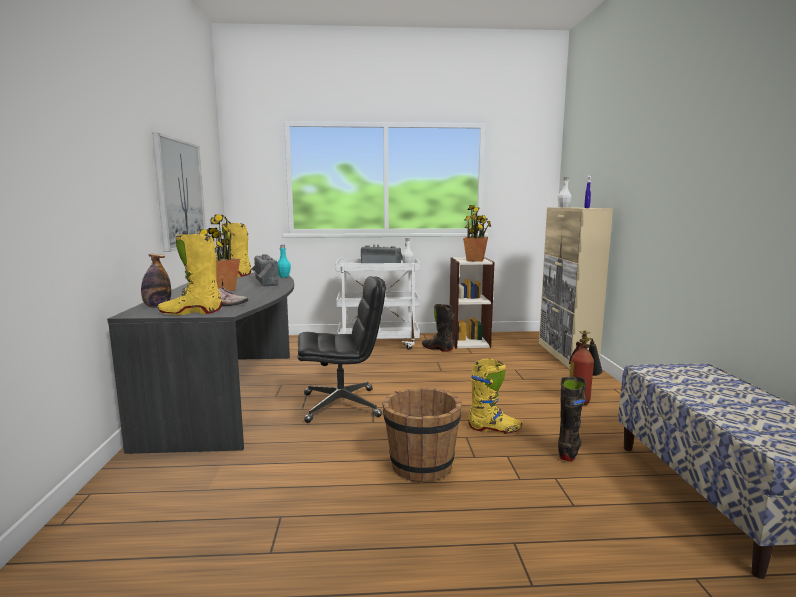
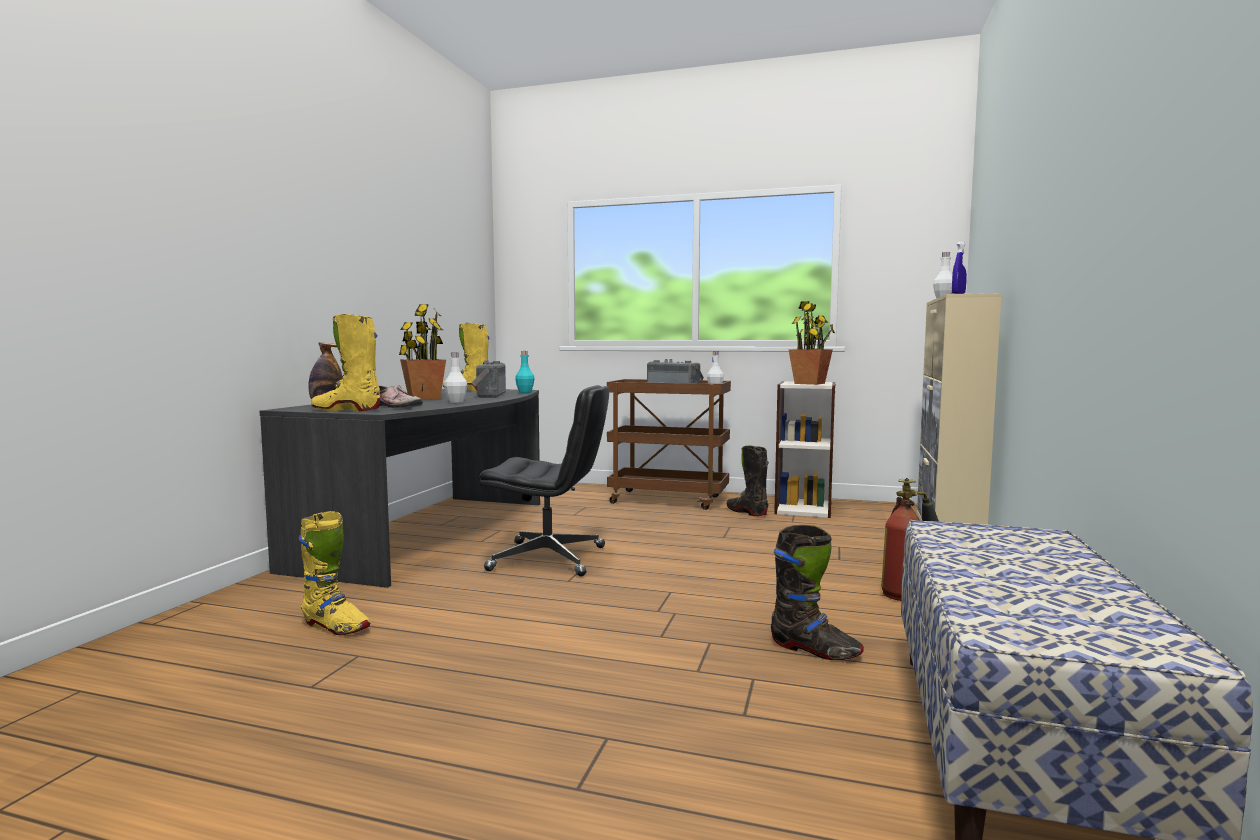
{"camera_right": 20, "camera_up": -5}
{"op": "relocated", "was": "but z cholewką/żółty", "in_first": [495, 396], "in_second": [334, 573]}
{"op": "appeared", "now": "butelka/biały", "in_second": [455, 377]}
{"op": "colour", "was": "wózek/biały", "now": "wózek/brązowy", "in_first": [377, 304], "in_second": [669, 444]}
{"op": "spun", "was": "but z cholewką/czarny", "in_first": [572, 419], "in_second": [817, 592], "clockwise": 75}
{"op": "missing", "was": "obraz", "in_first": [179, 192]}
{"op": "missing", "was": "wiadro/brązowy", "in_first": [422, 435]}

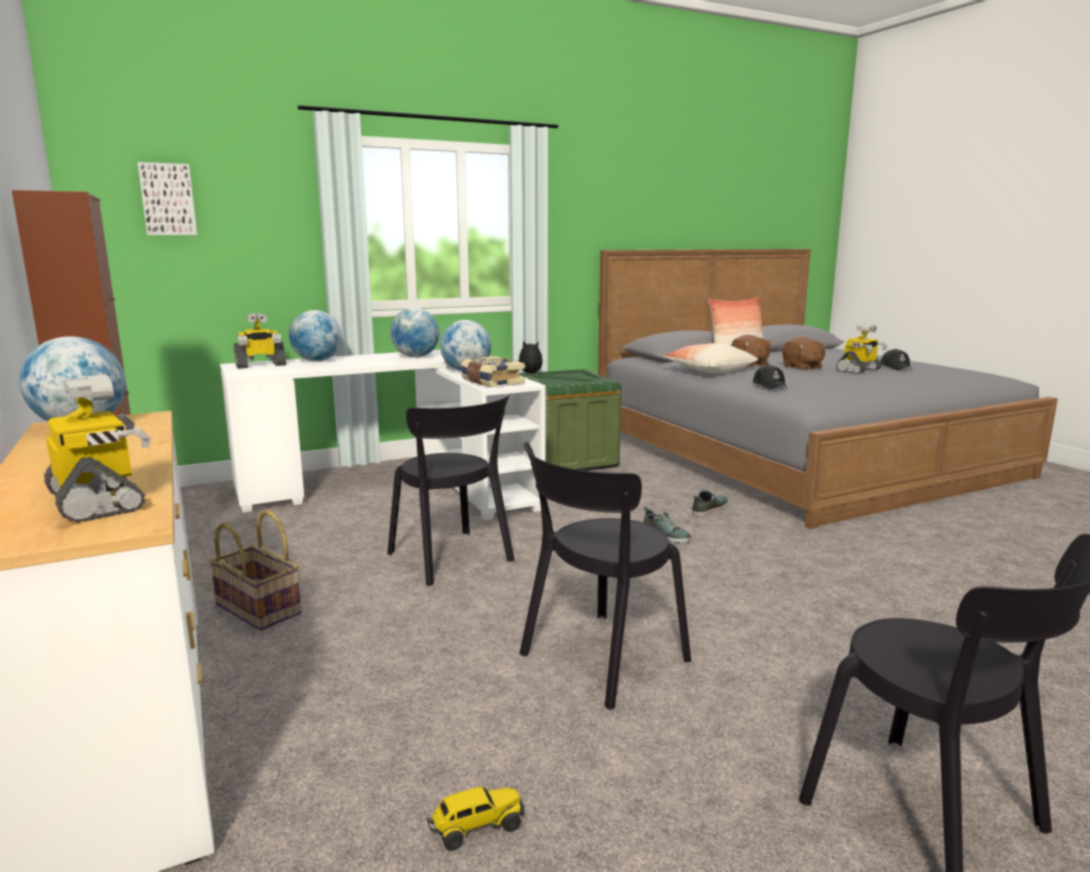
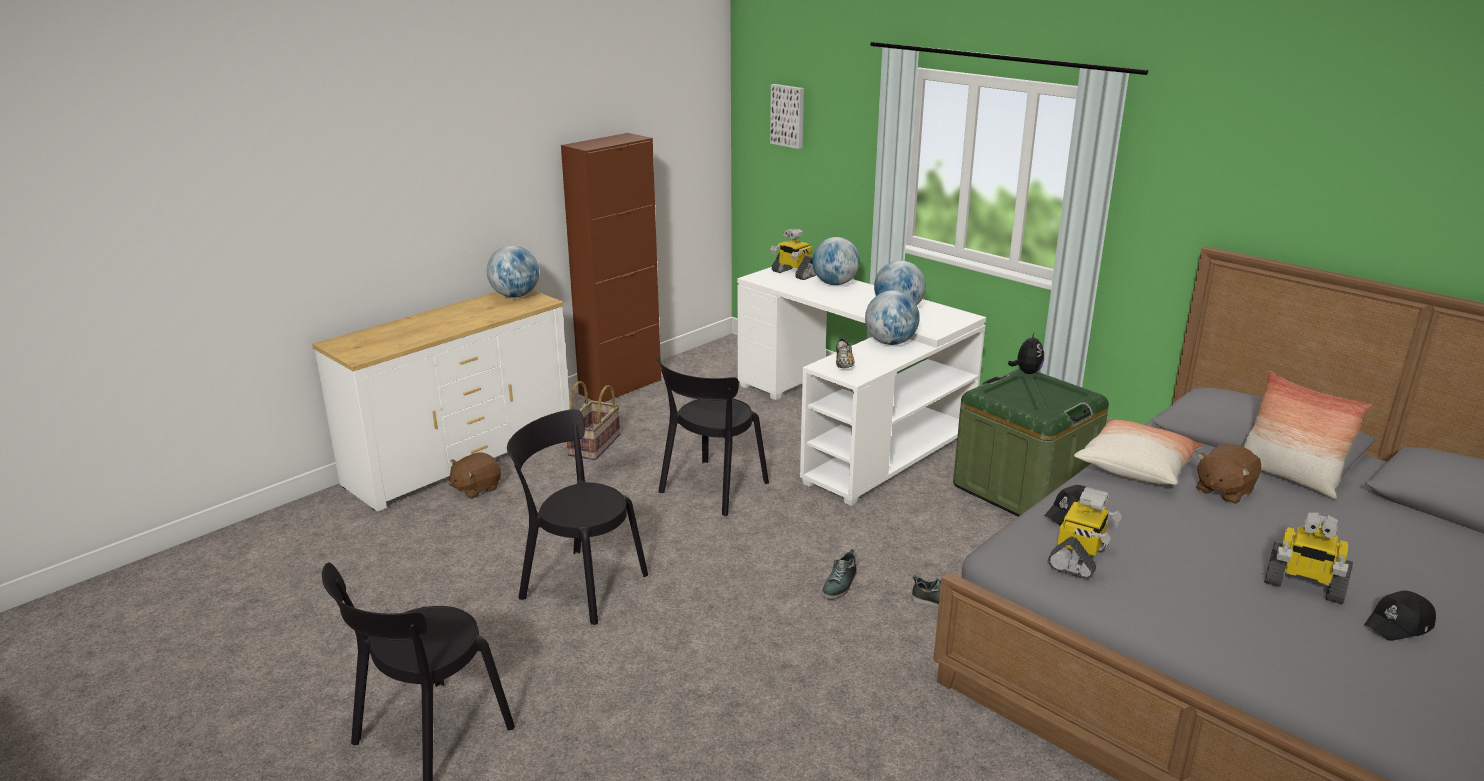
{"camera_right": 70, "camera_up": 10}
{"op": "relocated", "was": "pluszak/brązowy", "in_first": [804, 354], "in_second": [475, 476]}
{"op": "exchanged", "was": "książka", "now": "but", "in_first": [493, 371], "in_second": [845, 352]}
{"op": "relocated", "was": "robot zabawkowy", "in_first": [97, 448], "in_second": [1085, 533]}
{"op": "missing", "was": "ciężarówka zabawkowa", "in_first": [476, 818]}

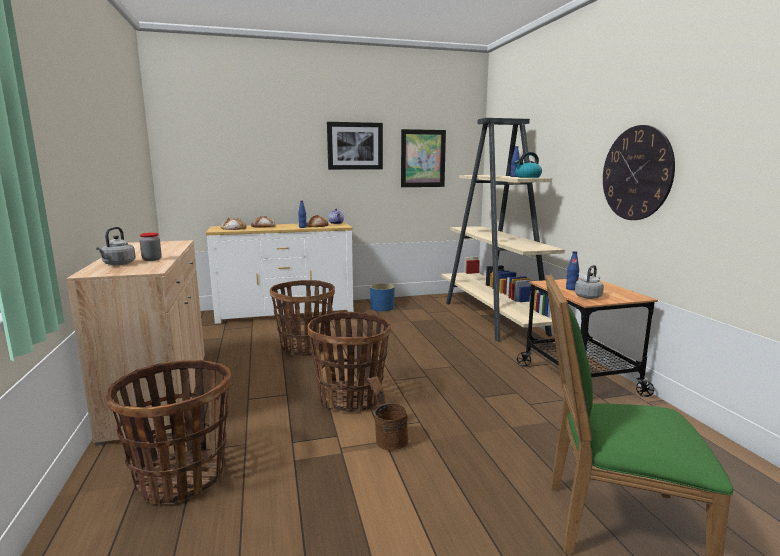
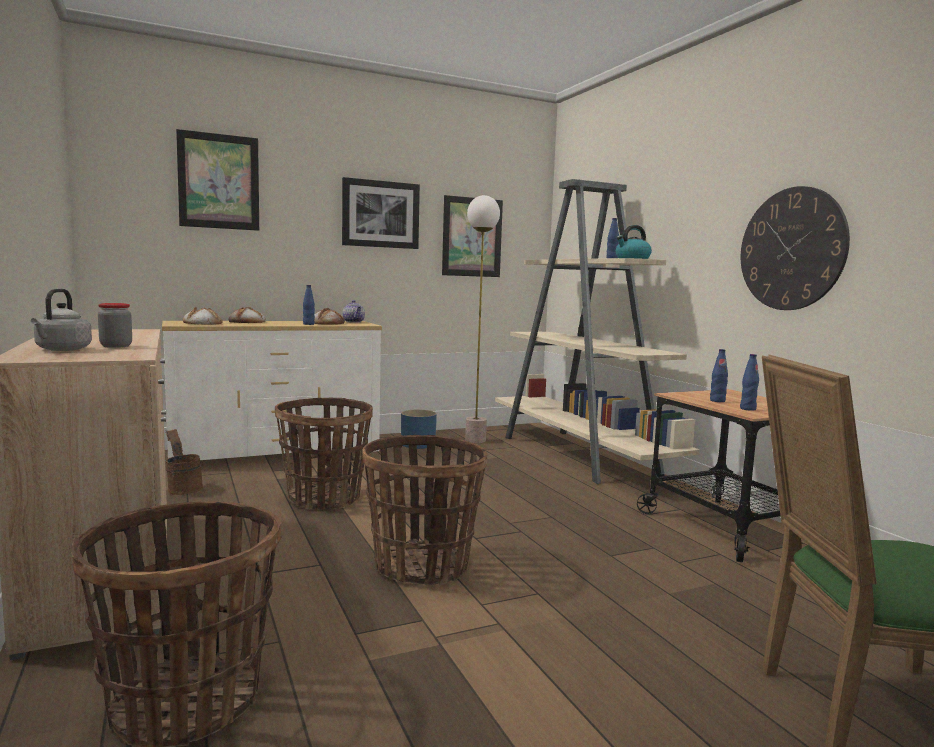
{"camera_right": -10, "camera_up": -5}
{"op": "relocated", "was": "wiadro/brązowy", "in_first": [387, 413], "in_second": [184, 462]}
{"op": "appeared", "now": "obraz", "in_second": [217, 180]}
{"op": "appeared", "now": "lampa stojąca", "in_second": [482, 319]}
{"op": "exchanged", "was": "czajnik/szary", "now": "butelka/niebieski", "in_first": [589, 282], "in_second": [749, 382]}

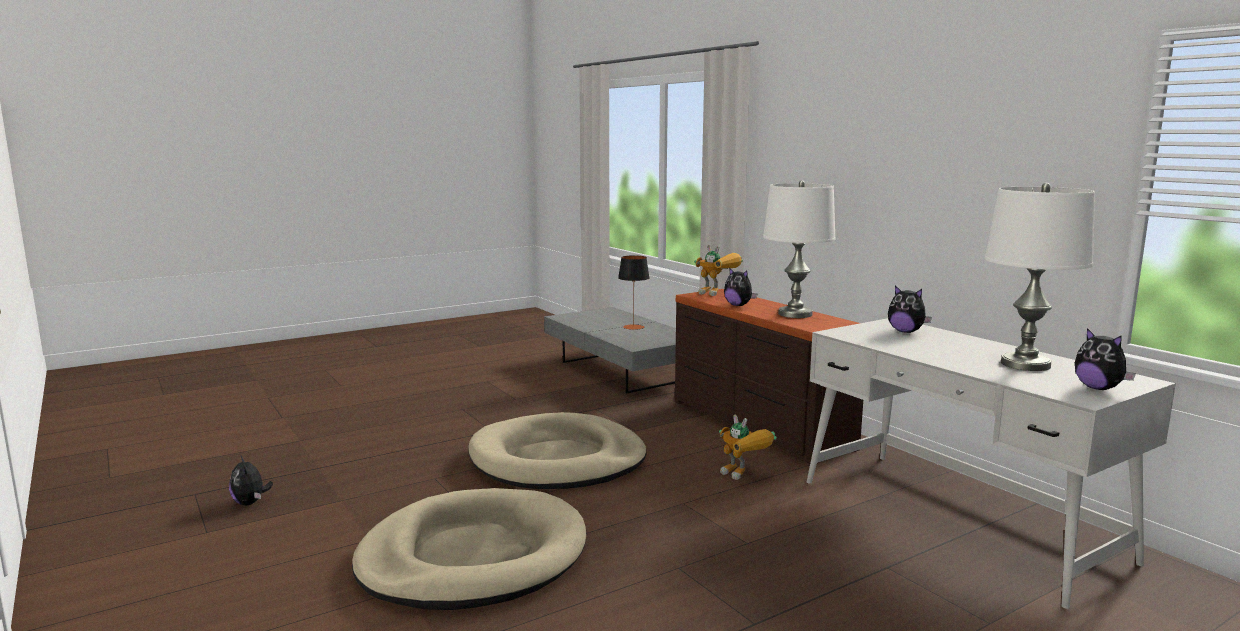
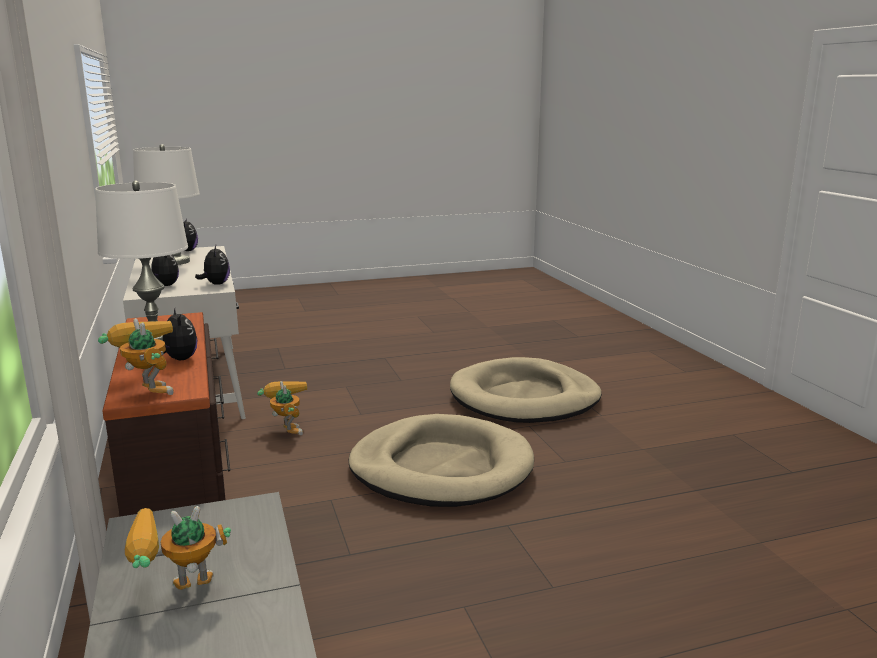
{"camera_right": -165, "camera_up": 5}
{"op": "exchanged", "was": "lampa stołowa", "now": "robot zabawkowy", "in_first": [633, 292], "in_second": [178, 548]}
{"op": "relocated", "was": "pluszak", "in_first": [251, 480], "in_second": [212, 265]}

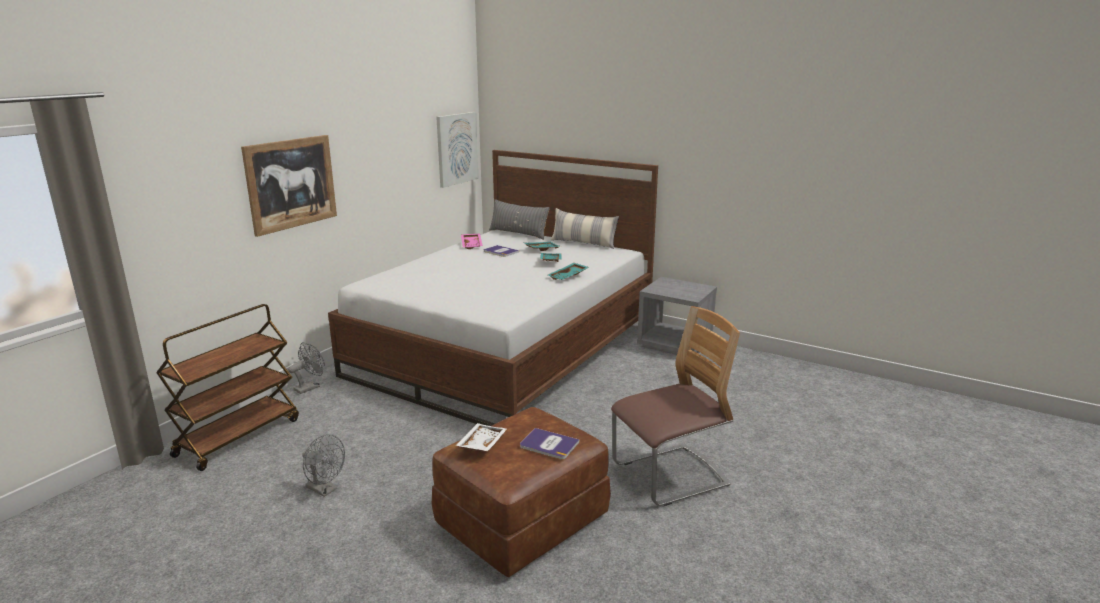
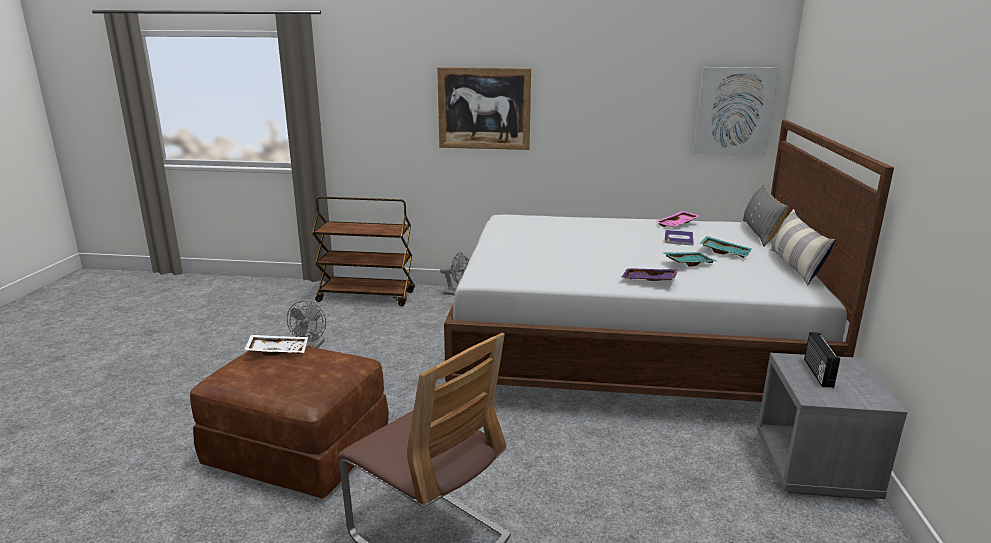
{"camera_right": 65, "camera_up": 0}
{"op": "colour", "was": "taca/turkusowy", "now": "taca/fioletowy", "in_first": [568, 271], "in_second": [650, 274]}
{"op": "appeared", "now": "radio", "in_second": [822, 360]}
{"op": "missing", "was": "książka", "in_first": [549, 443]}

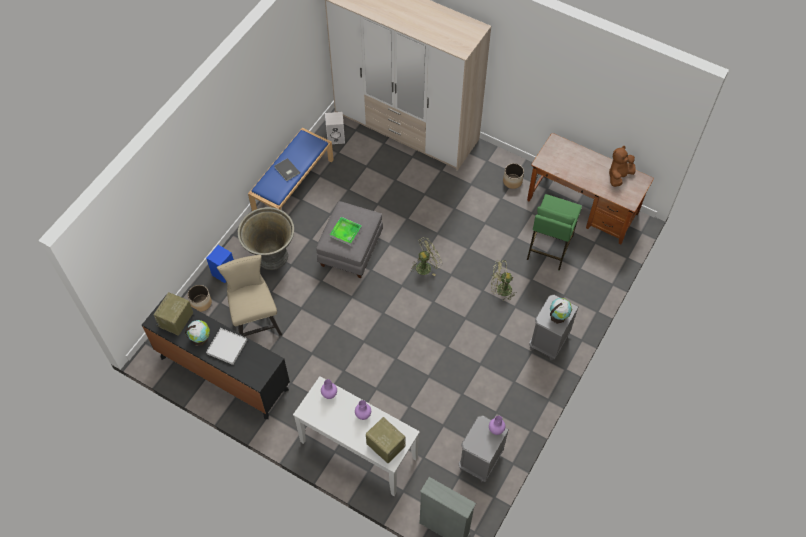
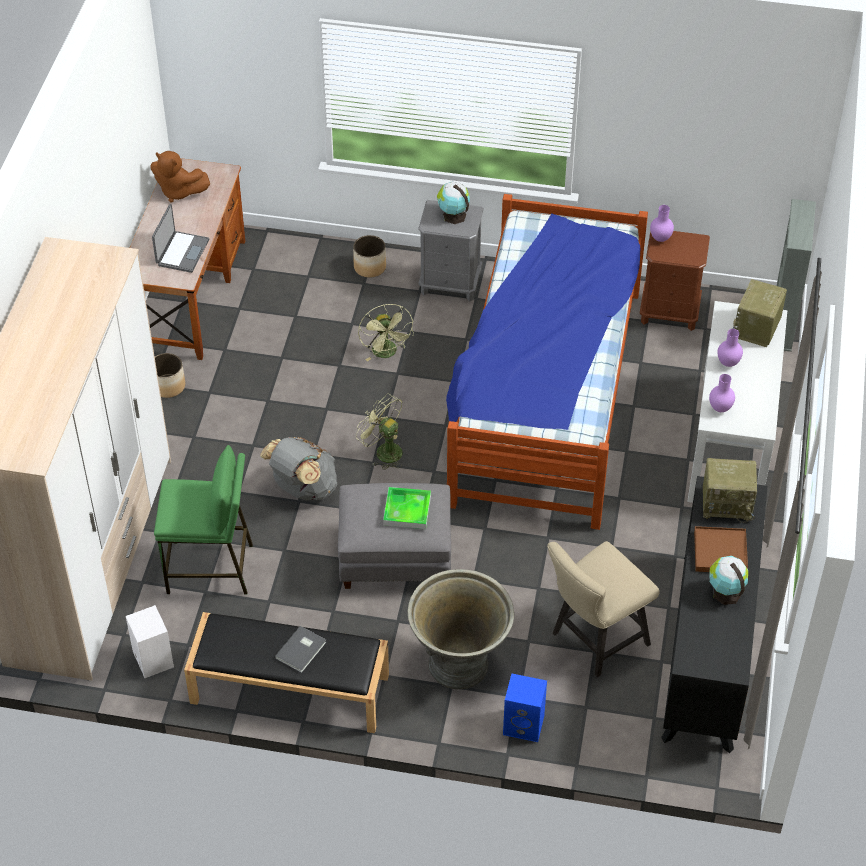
{"camera_right": -110, "camera_up": -10}
{"op": "appeared", "now": "laptop", "in_second": [180, 238]}
{"op": "relocated", "was": "stołek/zielony", "in_first": [554, 232], "in_second": [203, 519]}
{"op": "colour", "was": "ławka/niebieski", "now": "ławka/czarny", "in_first": [291, 169], "in_second": [286, 672]}
{"op": "appeared", "now": "plecak/szary", "in_second": [299, 468]}
{"op": "relocated", "was": "donica", "in_first": [200, 298], "in_second": [369, 256]}
{"op": "appeared", "now": "łóżko", "in_second": [547, 362]}
{"op": "colour", "was": "szafka nocna/szary", "now": "szafka nocna/brązowy", "in_first": [484, 448], "in_second": [675, 281]}
{"op": "colour", "was": "taca/biały", "now": "taca/brązowy", "in_first": [226, 346], "in_second": [721, 549]}
{"op": "relocated", "was": "radio", "in_first": [173, 314], "in_second": [730, 490]}

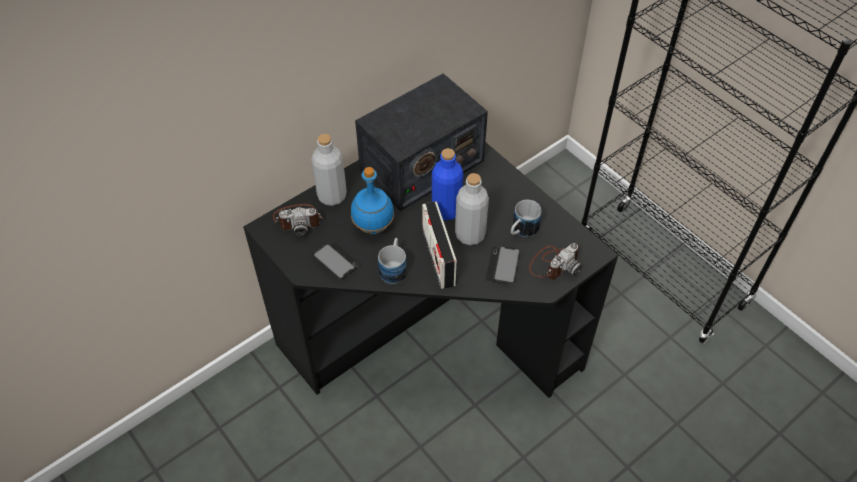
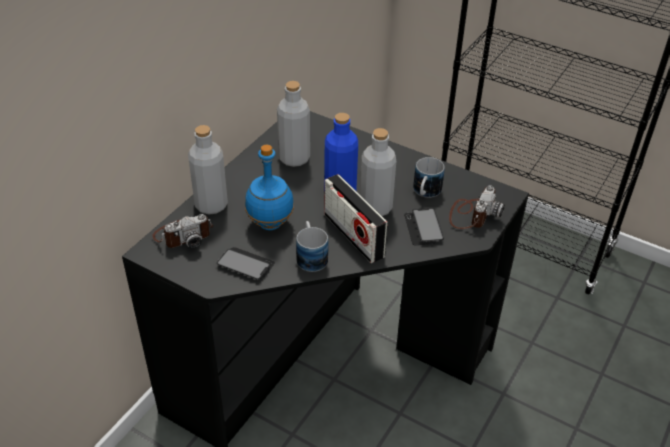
{"camera_right": -20, "camera_up": -10}
{"op": "exchanged", "was": "radio", "now": "butelka/szary", "in_first": [421, 142], "in_second": [293, 124]}

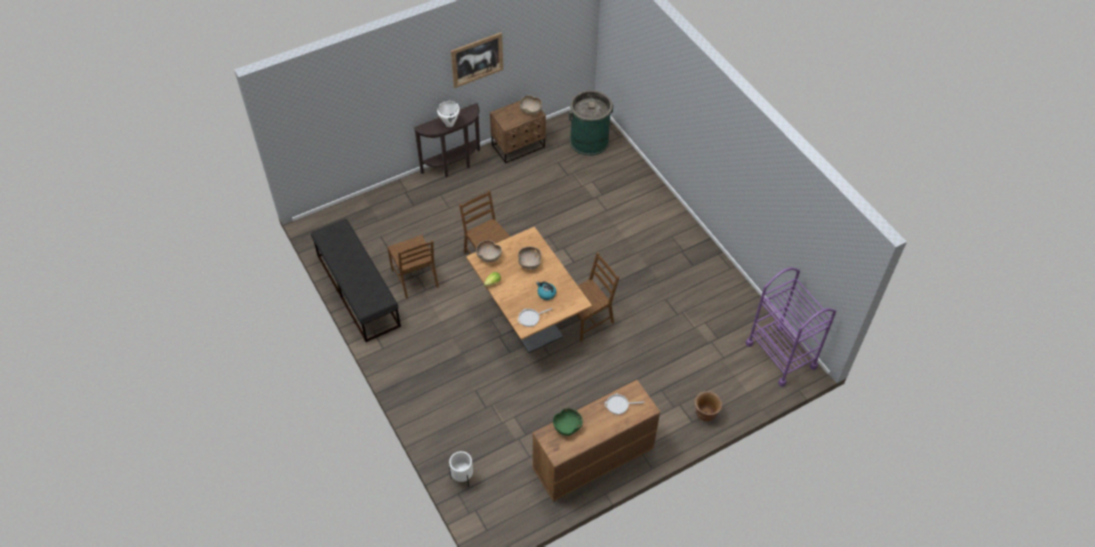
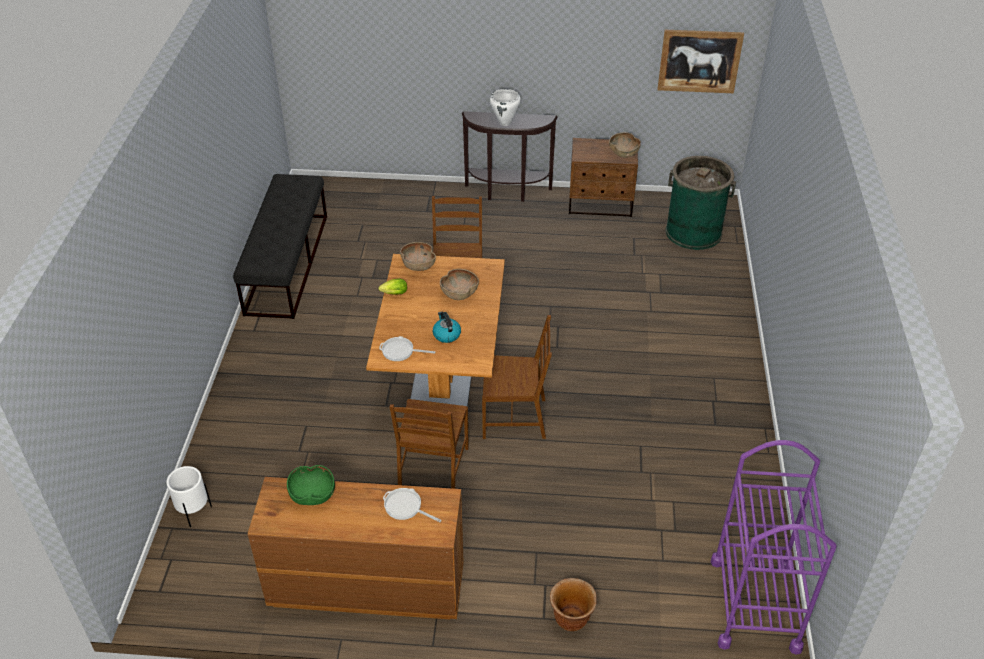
{"camera_right": 35, "camera_up": -10}
{"op": "relocated", "was": "krzesło/brązowy", "in_first": [413, 267], "in_second": [429, 444]}
{"op": "relocated", "was": "obraz", "in_first": [477, 60], "in_second": [701, 61]}

